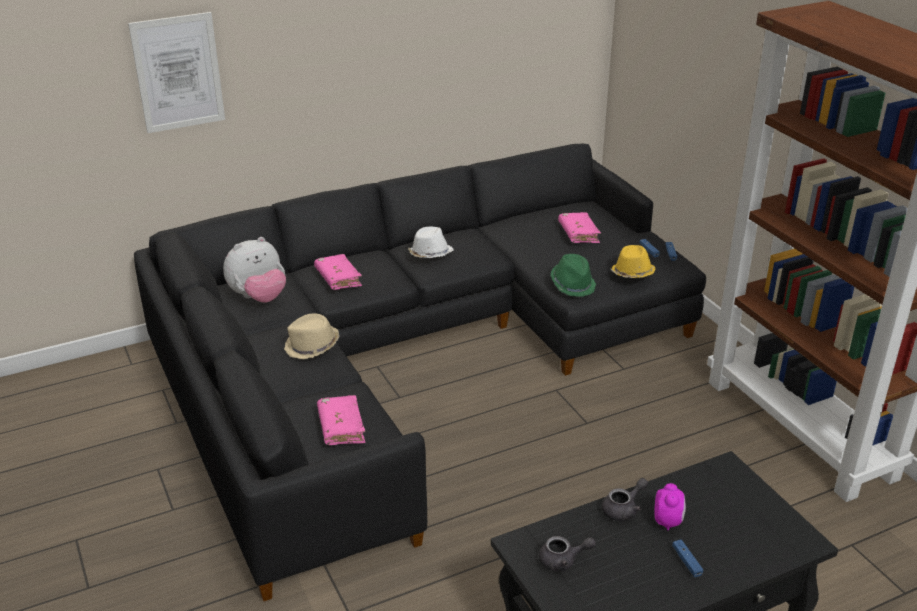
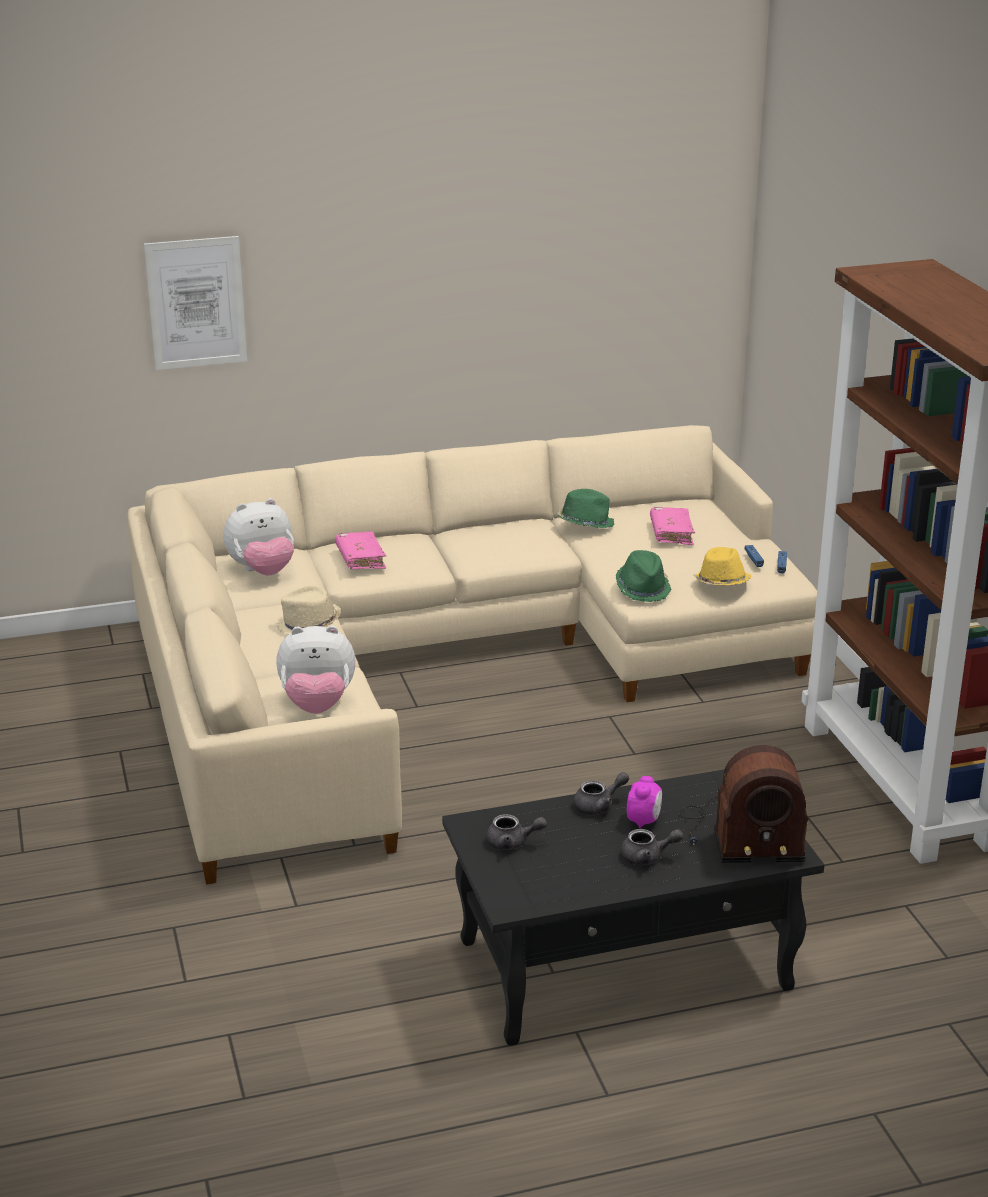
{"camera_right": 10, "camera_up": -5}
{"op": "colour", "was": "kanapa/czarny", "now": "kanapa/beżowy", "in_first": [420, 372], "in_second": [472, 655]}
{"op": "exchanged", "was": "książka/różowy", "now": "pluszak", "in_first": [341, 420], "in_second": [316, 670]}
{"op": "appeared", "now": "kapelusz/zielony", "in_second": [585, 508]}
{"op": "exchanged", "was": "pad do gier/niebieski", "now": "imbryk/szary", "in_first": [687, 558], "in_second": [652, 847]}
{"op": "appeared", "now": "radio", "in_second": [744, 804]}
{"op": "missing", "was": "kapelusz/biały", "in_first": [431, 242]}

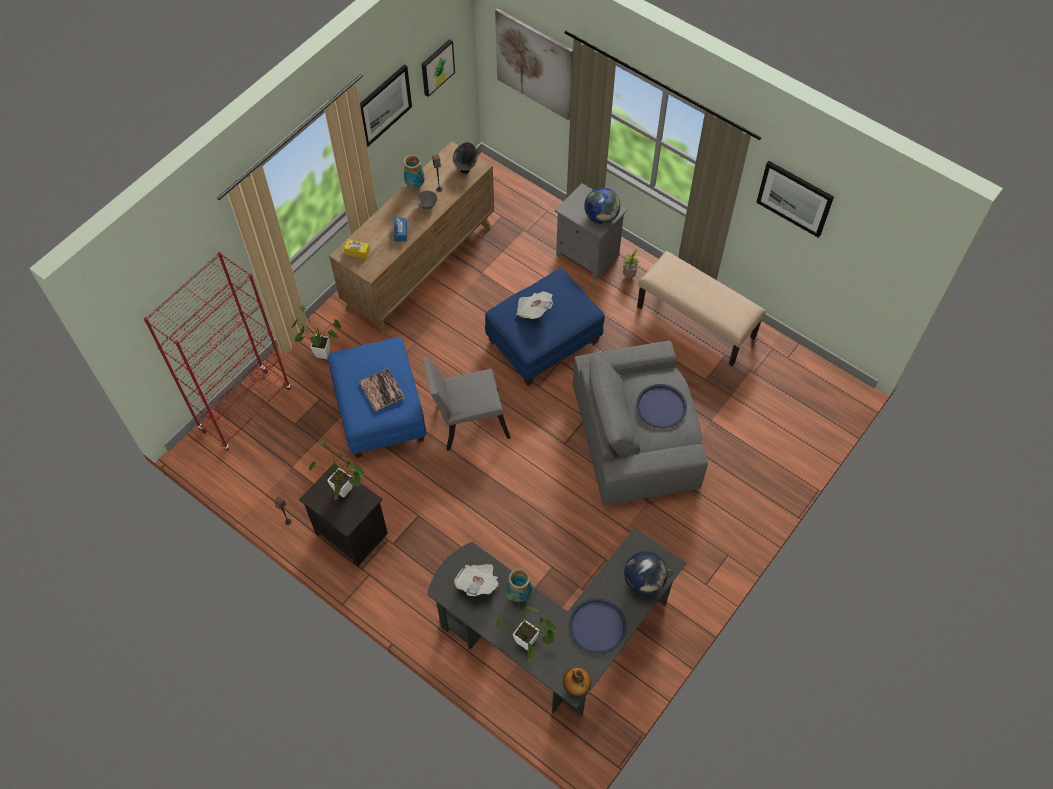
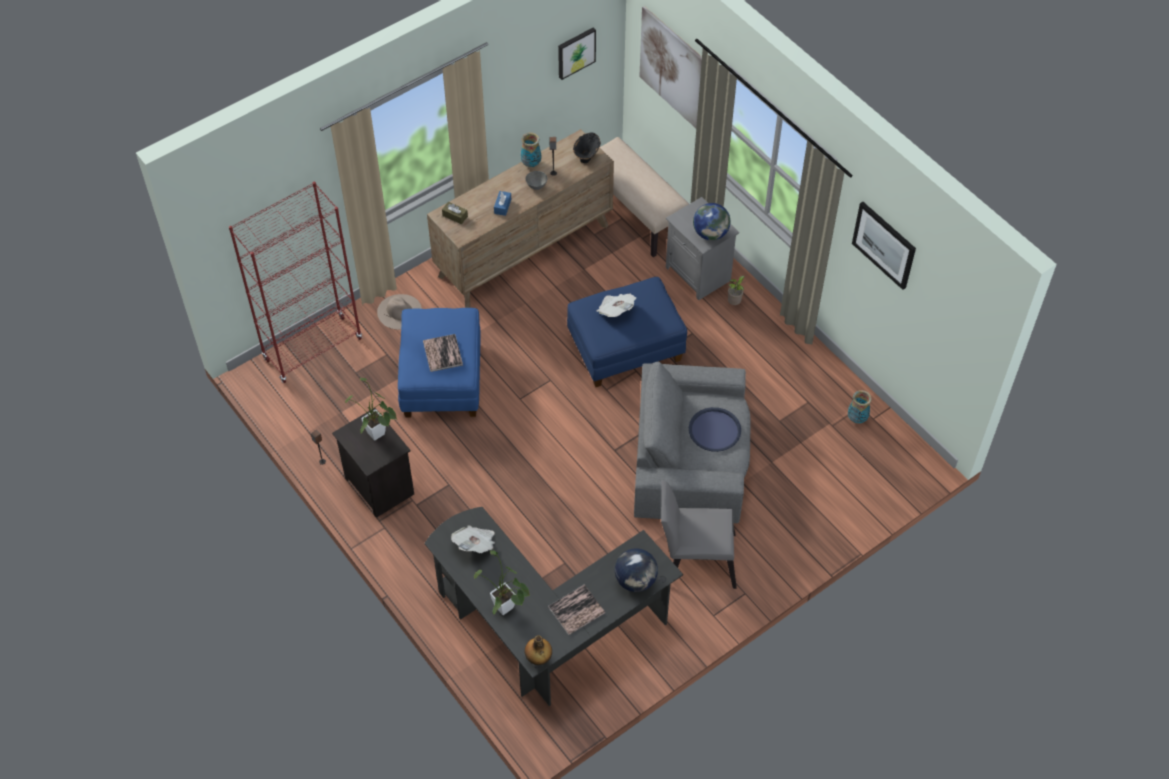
{"camera_right": 15, "camera_up": -5}
{"op": "exchanged", "was": "roślina doniczkowa", "now": "kapelusz/beżowy", "in_first": [316, 332], "in_second": [399, 312]}
{"op": "colour", "was": "pudełko chusteczek/żółty", "now": "pudełko chusteczek/brązowy", "in_first": [357, 249], "in_second": [455, 213]}
{"op": "exchanged", "was": "taca/niebieski", "now": "książka", "in_first": [597, 626], "in_second": [576, 610]}
{"op": "relocated", "was": "ławka/beżowy", "in_first": [701, 308], "in_second": [644, 197]}
{"op": "relocated", "was": "krzesło/szary", "in_first": [466, 404], "in_second": [699, 535]}
{"op": "relocated", "was": "wazon", "in_first": [519, 585], "in_second": [860, 407]}
{"op": "missing", "was": "obraz", "in_first": [386, 105]}

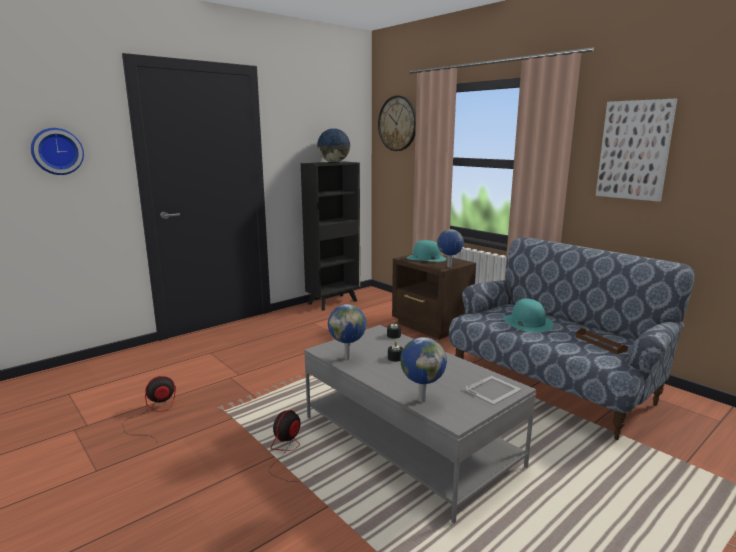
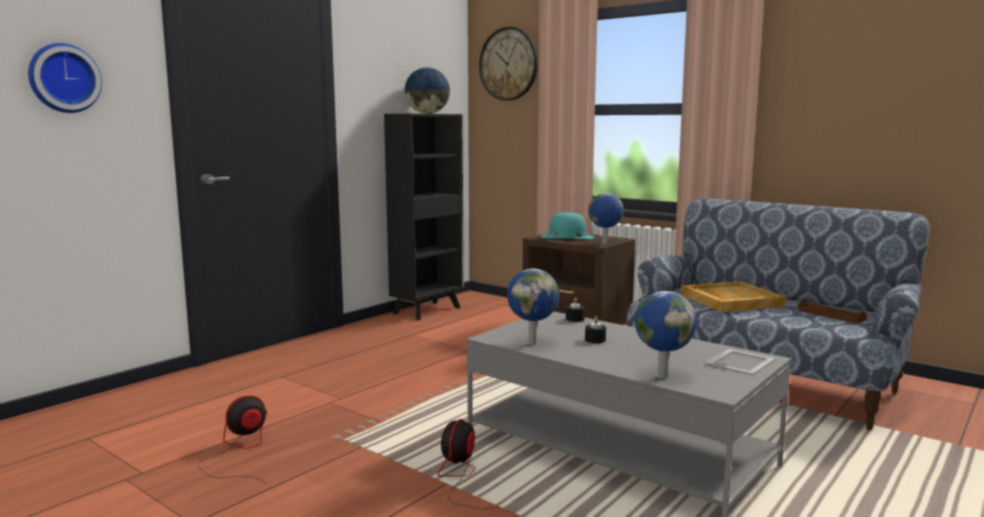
{"camera_right": -10, "camera_up": -5}
{"op": "exchanged", "was": "kapelusz/turkusowy", "now": "taca/beżowy", "in_first": [528, 315], "in_second": [733, 296]}
{"op": "missing", "was": "obraz", "in_first": [636, 150]}

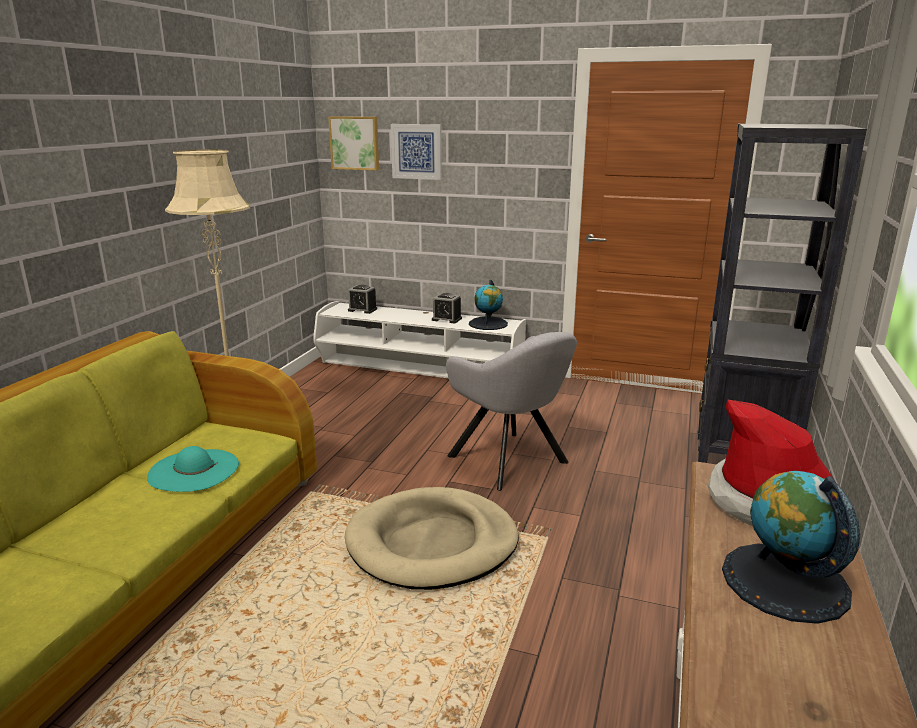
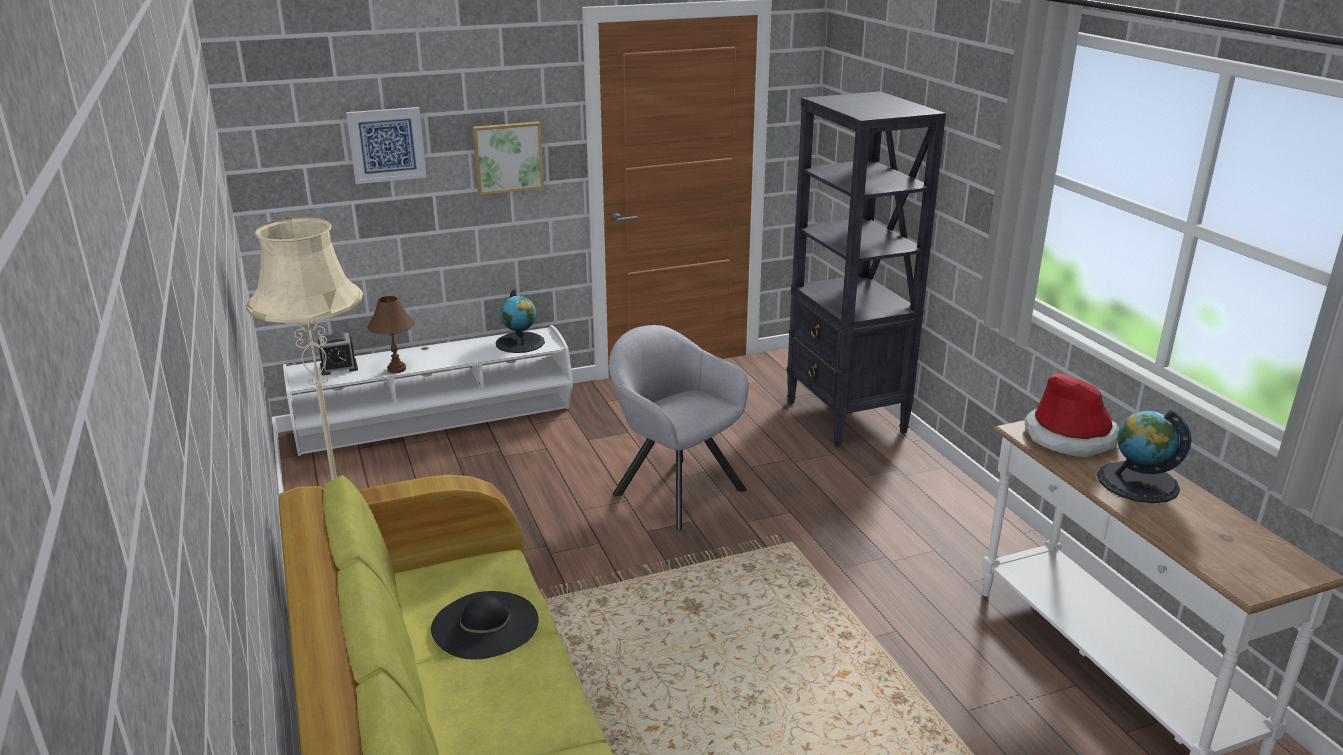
{"camera_right": -40, "camera_up": 5}
{"op": "appeared", "now": "lampa stołowa/brązowy", "in_second": [391, 334]}
{"op": "colour", "was": "kapelusz/turkusowy", "now": "kapelusz/czarny", "in_first": [193, 469], "in_second": [485, 625]}
{"op": "relocated", "was": "obraz", "in_first": [353, 143], "in_second": [508, 158]}
{"op": "spun", "was": "fotel/szary", "in_first": [511, 411], "in_second": [679, 427], "clockwise": -150}
{"op": "missing", "was": "legowisko/beżowy", "in_first": [432, 538]}
{"op": "missing", "was": "budzik", "in_first": [447, 308]}

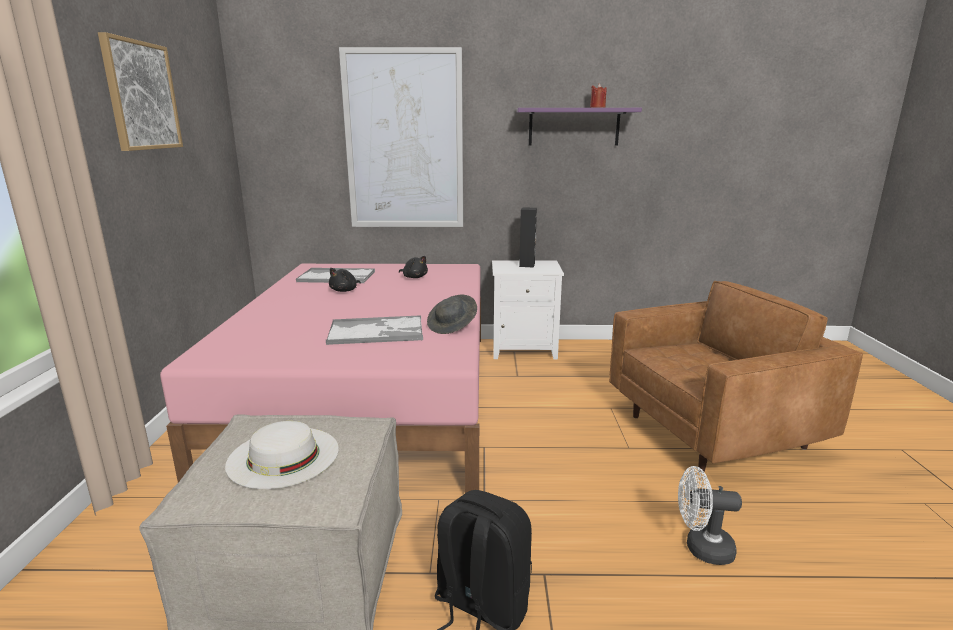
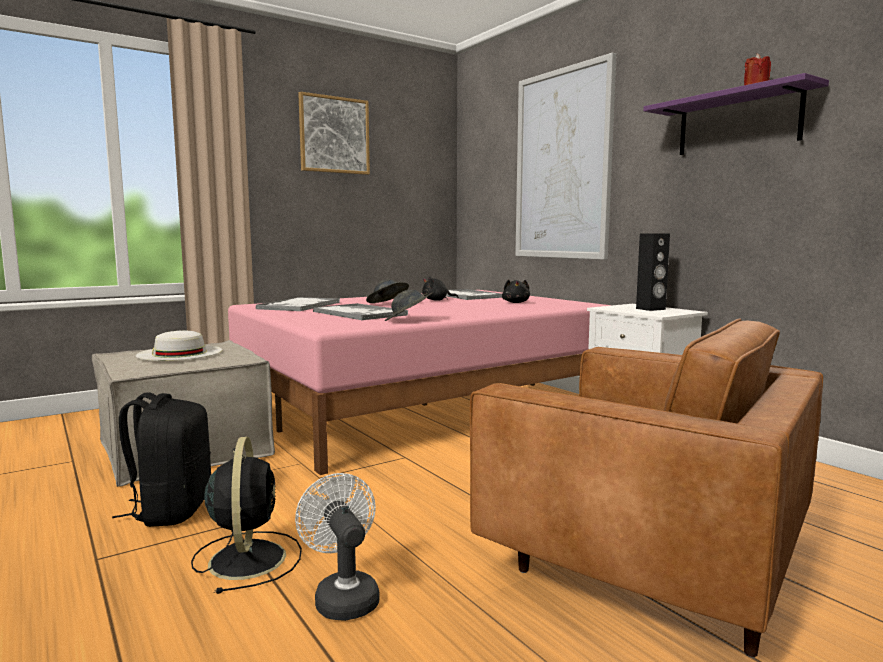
{"camera_right": 55, "camera_up": -10}
{"op": "appeared", "now": "wentylator/czarny", "in_second": [246, 515]}
{"op": "appeared", "now": "taca", "in_second": [298, 304]}
{"op": "appeared", "now": "kapelusz/szary", "in_second": [387, 291]}

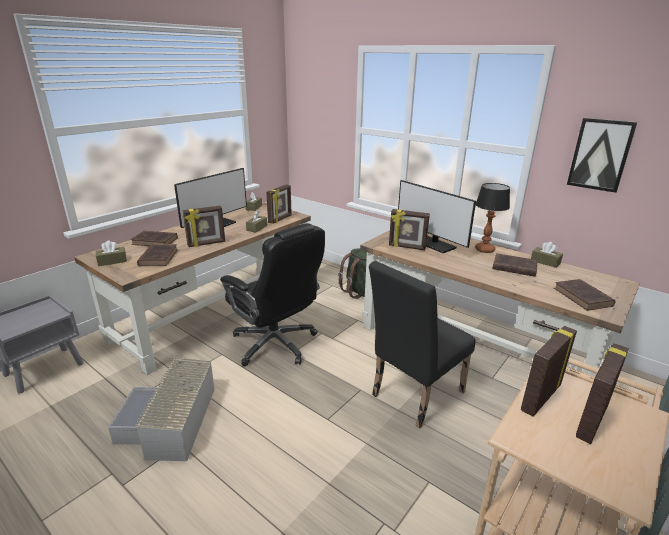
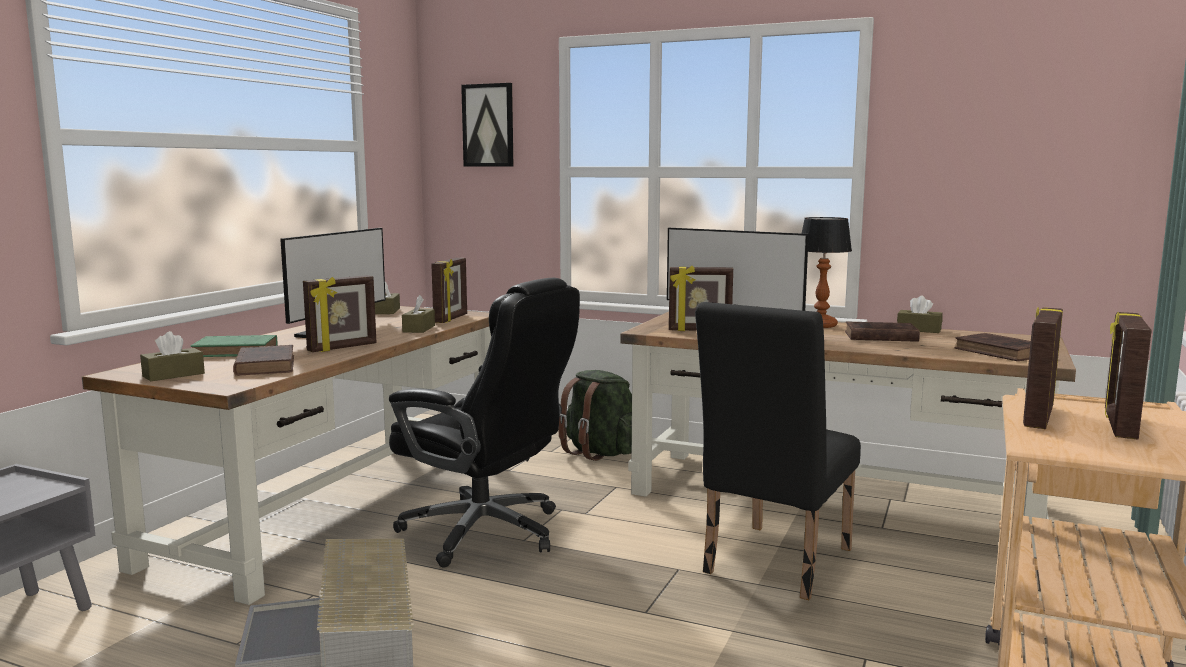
{"camera_right": -15, "camera_up": -15}
{"op": "colour", "was": "książka/brązowy", "now": "książka/zielony", "in_first": [154, 238], "in_second": [234, 346]}
{"op": "relocated", "was": "obraz", "in_first": [602, 155], "in_second": [487, 125]}

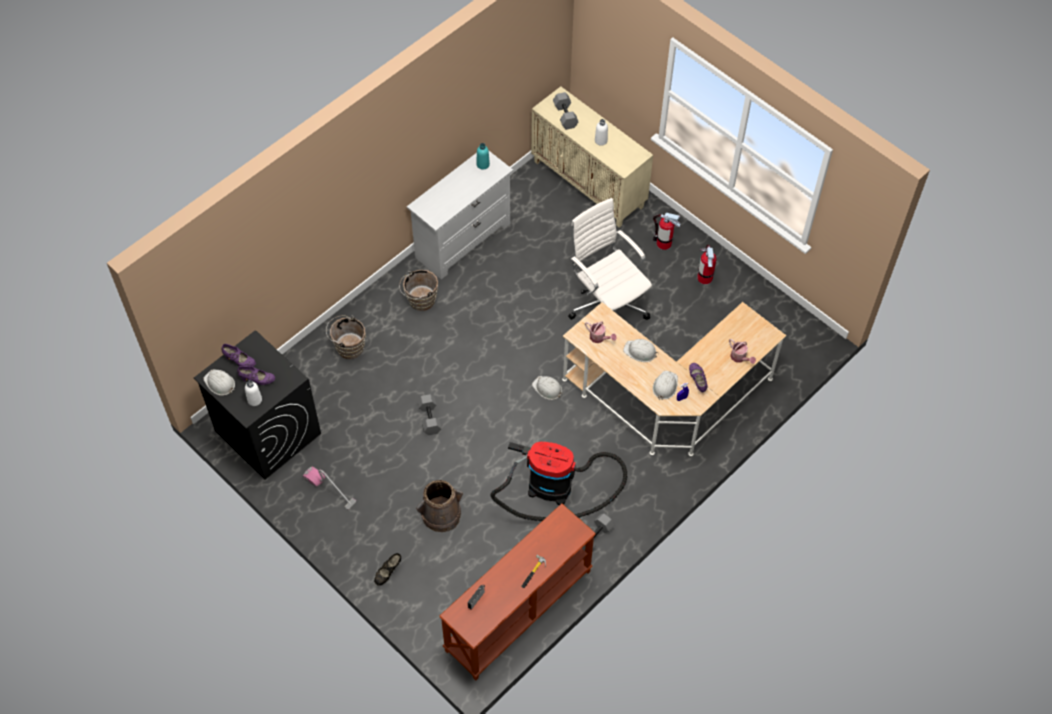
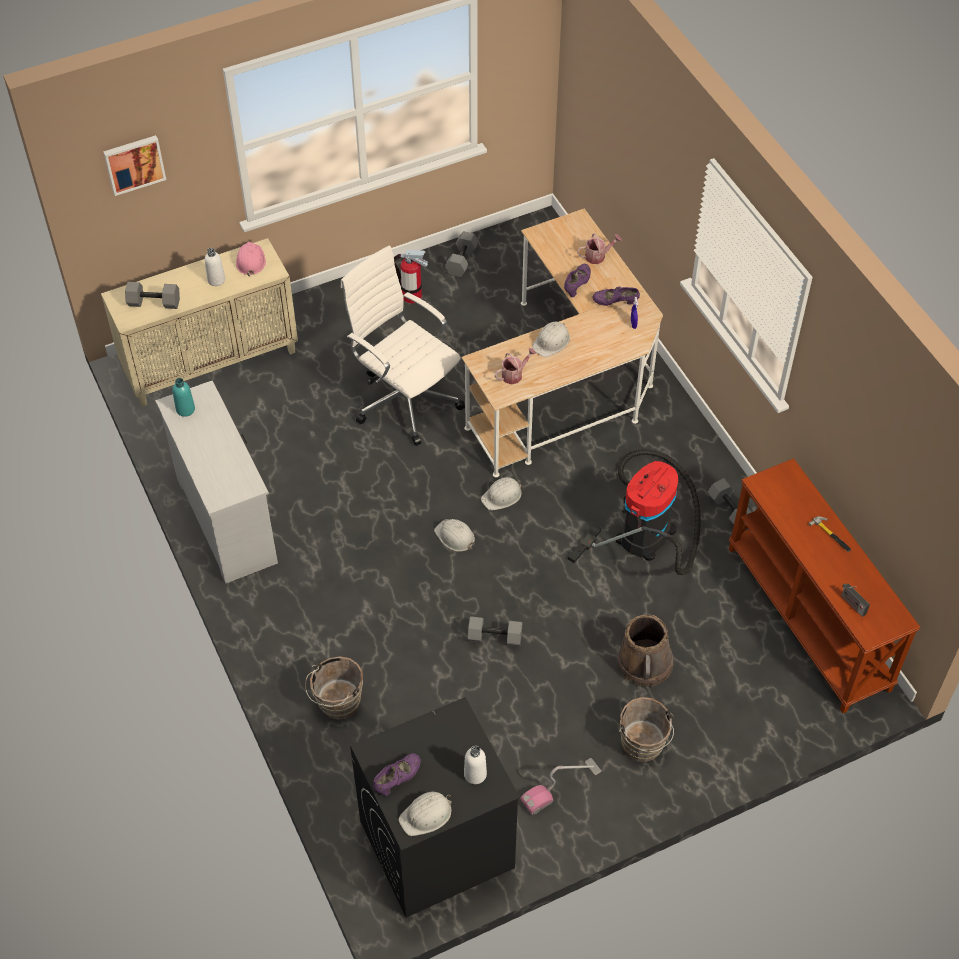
{"camera_right": -70, "camera_up": -5}
{"op": "appeared", "now": "obraz", "in_second": [134, 165]}
{"op": "appeared", "now": "kask/różowy", "in_second": [251, 259]}
{"op": "spun", "was": "krzesło biurowe/biały", "in_first": [610, 259], "in_second": [403, 346], "clockwise": 60}
{"op": "relocated", "was": "kask/biały", "in_first": [665, 385], "in_second": [454, 535]}
{"op": "appeared", "now": "hantel/szary", "in_second": [462, 254]}
{"op": "relocated", "was": "but/fioletowy", "in_first": [256, 375], "in_second": [577, 280]}
{"op": "relocated", "was": "wiadro/brązowy", "in_first": [418, 290], "in_second": [646, 729]}
{"op": "missing", "was": "but/czarny", "in_first": [387, 569]}
{"op": "missing", "was": "gaśnica", "in_first": [667, 231]}

